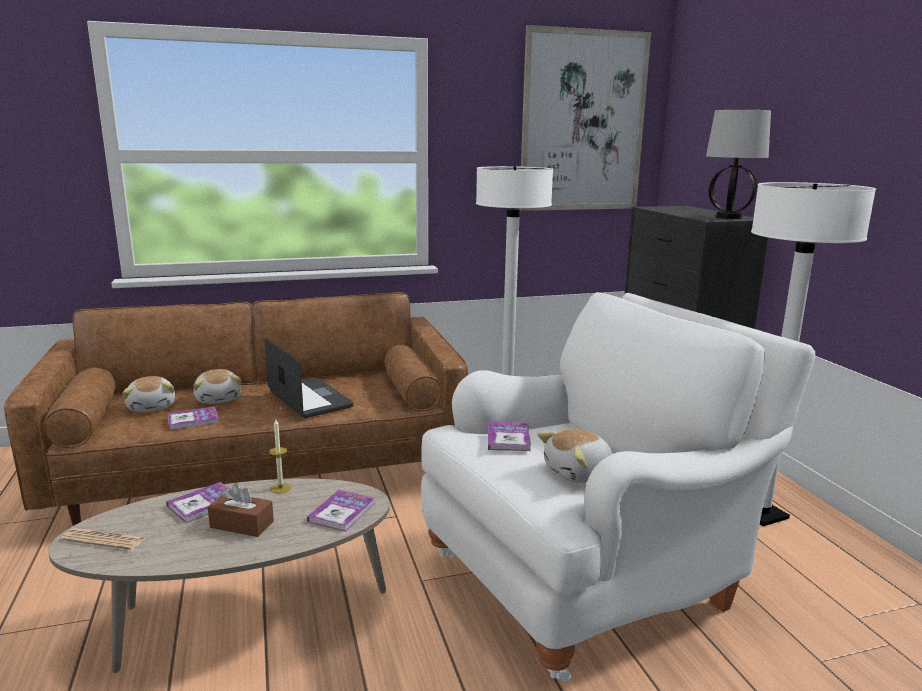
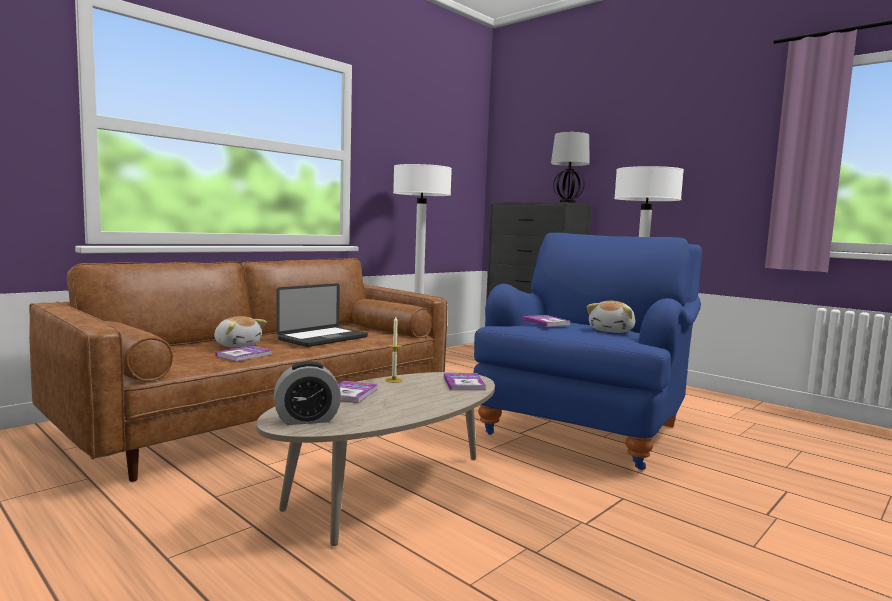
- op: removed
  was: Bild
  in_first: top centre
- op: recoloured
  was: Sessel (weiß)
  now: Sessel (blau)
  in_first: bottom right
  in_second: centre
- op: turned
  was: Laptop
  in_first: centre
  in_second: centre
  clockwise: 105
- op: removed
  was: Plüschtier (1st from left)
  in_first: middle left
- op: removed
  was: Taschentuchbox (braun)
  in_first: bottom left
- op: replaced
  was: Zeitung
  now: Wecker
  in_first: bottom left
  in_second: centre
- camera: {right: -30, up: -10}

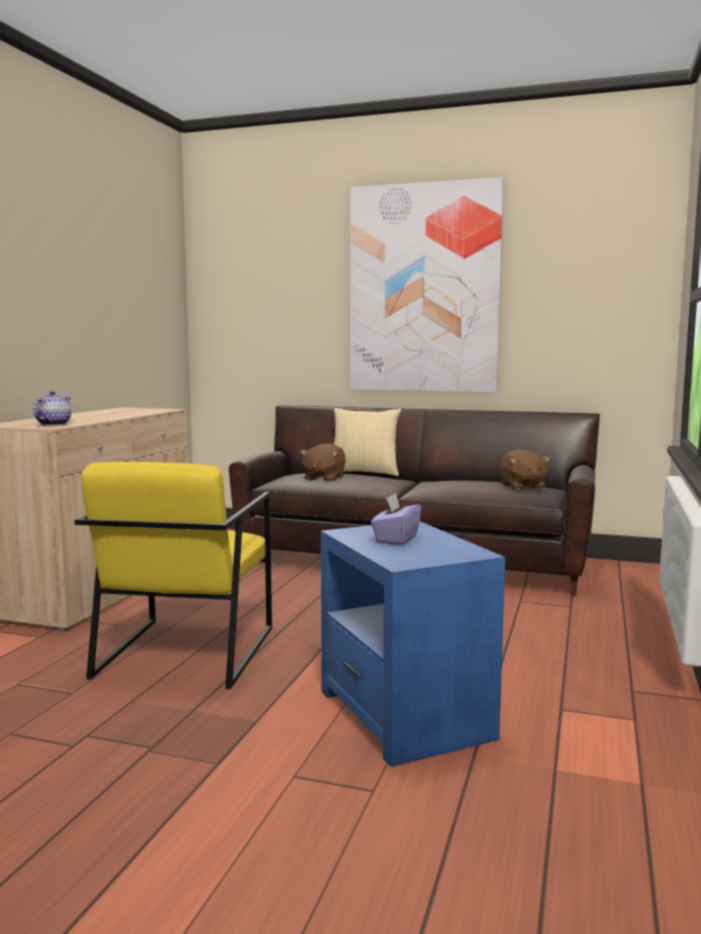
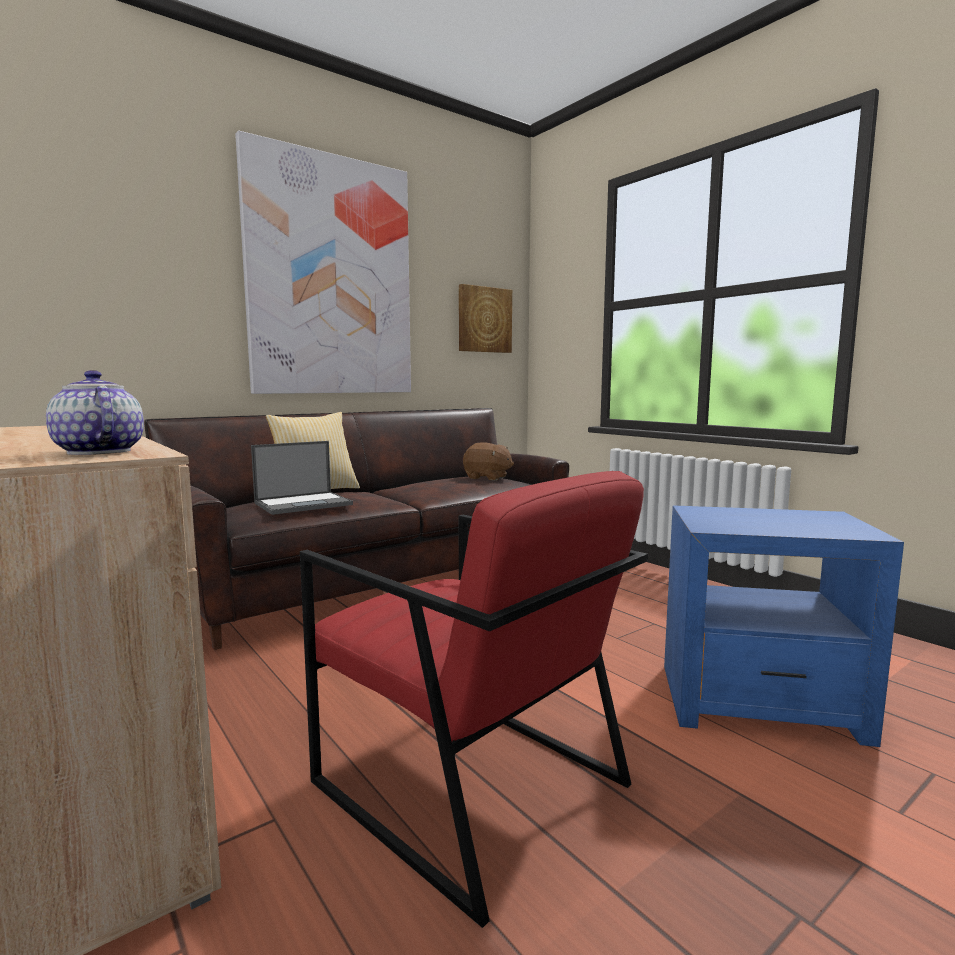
- op: replaced
  was: Plüschtier (braun) (1st from left)
  now: Laptop
  in_first: centre
  in_second: middle left
- op: recoloured
  was: Sessel (gelb)
  now: Sessel (rot)
  in_first: middle left
  in_second: bottom centre
- op: removed
  was: Taschentuchbox (lila)
  in_first: centre
- op: added
  now: Bild (2nd from left)
  in_second: top centre
- camera: {right: -55, up: 0}

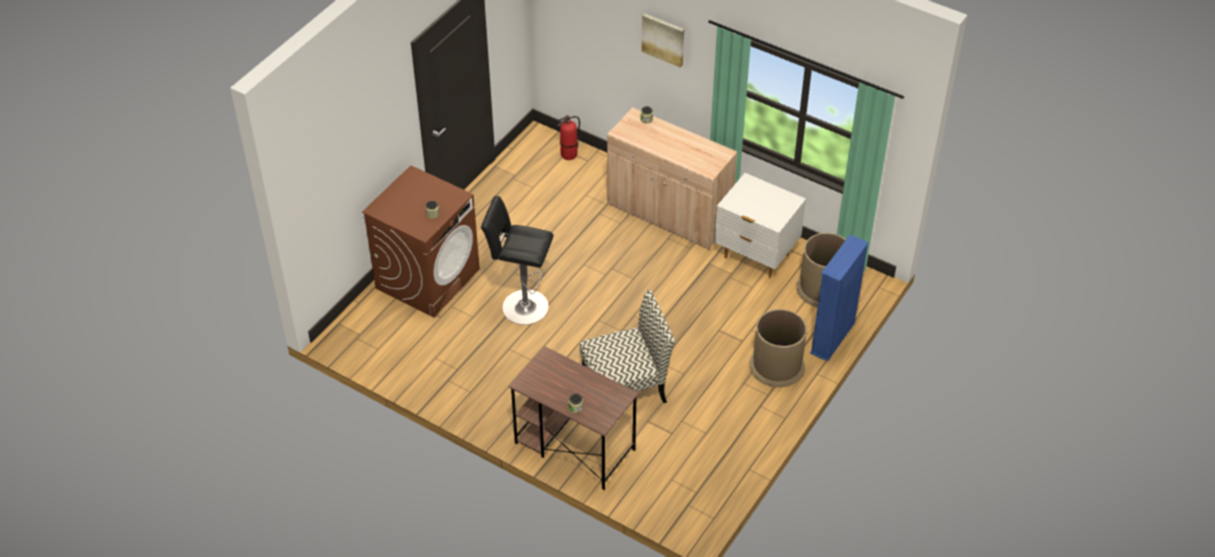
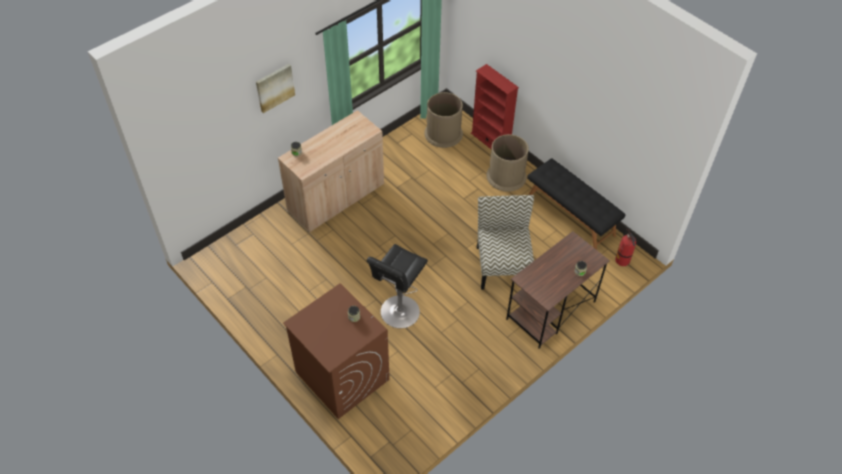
- op: moved
  was: Feuerlöscher
  in_first: top centre
  in_second: middle right
- op: removed
  was: Nachttisch (weiß)
  in_first: centre
- op: recoloured
  was: Bücherregal (blau)
  now: Bücherregal (rot)
  in_first: middle right
  in_second: top centre
- op: added
  now: Bank (schwarz)
  in_second: middle right
- camera: {right: -75, up: 5}

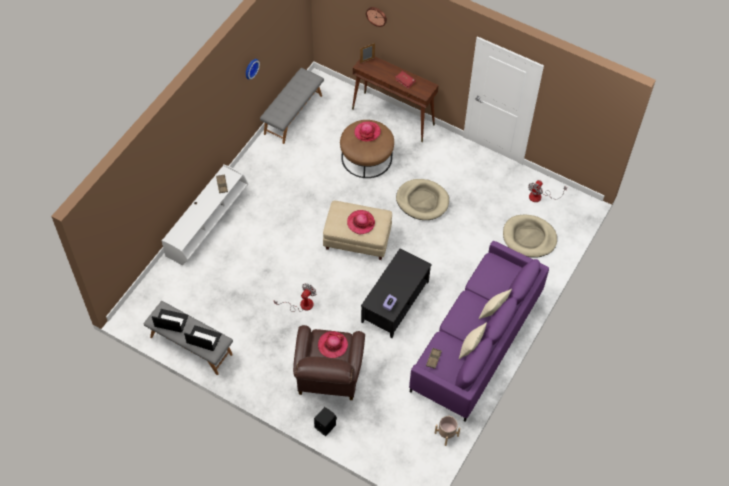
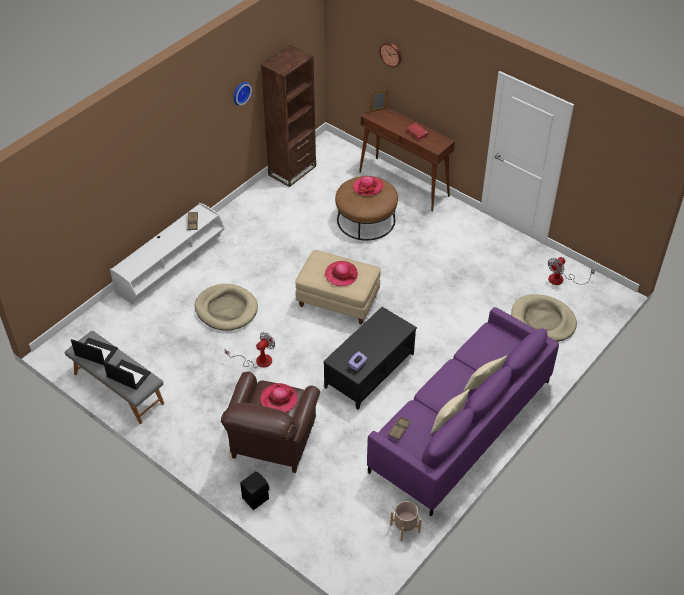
- op: replaced
  was: Bank (grau) (2nd from left)
  now: Bücherregal (braun)
  in_first: top centre
  in_second: top centre
- op: moved
  was: Hundebett (beige) (1st from left)
  in_first: centre
  in_second: middle left
- camera: {right: 10, up: -10}

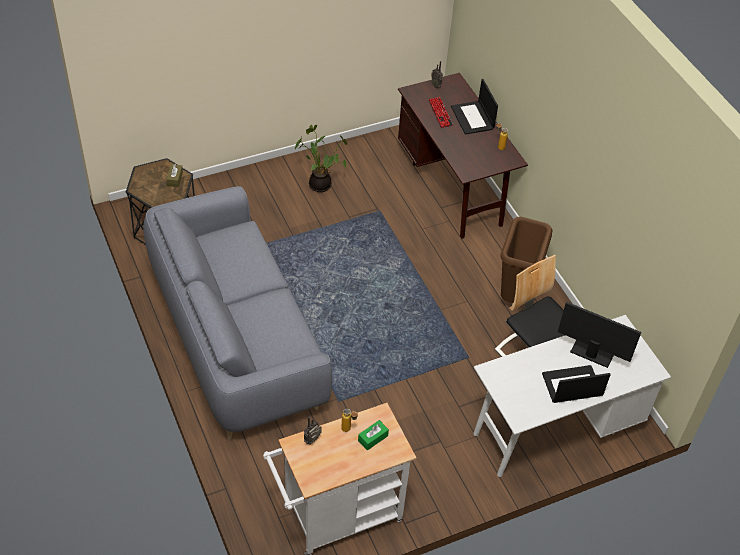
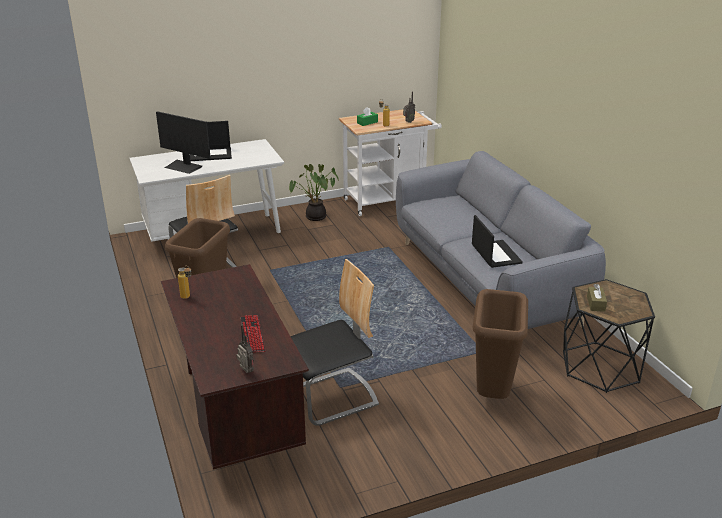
- op: moved
  was: Laptop (1st from left in the first image)
  now: Laptop (2nd from left)
  in_first: top centre
  in_second: middle right
- op: moved
  was: Topfpflanze
  in_first: top centre
  in_second: centre
- op: added
  now: Stuhl (2nd from left)
  in_second: centre
- op: added
  now: Mülleimer (braun) (2nd from left)
  in_second: middle right
- camera: {right: -175, up: -20}

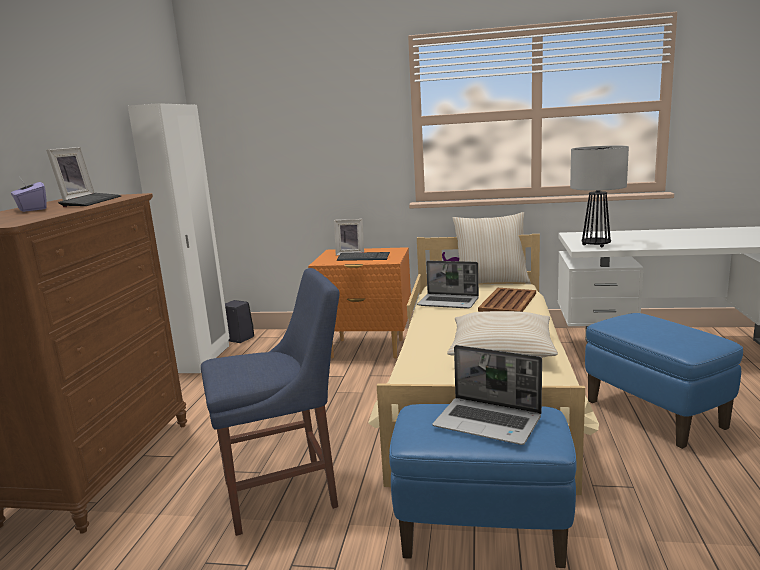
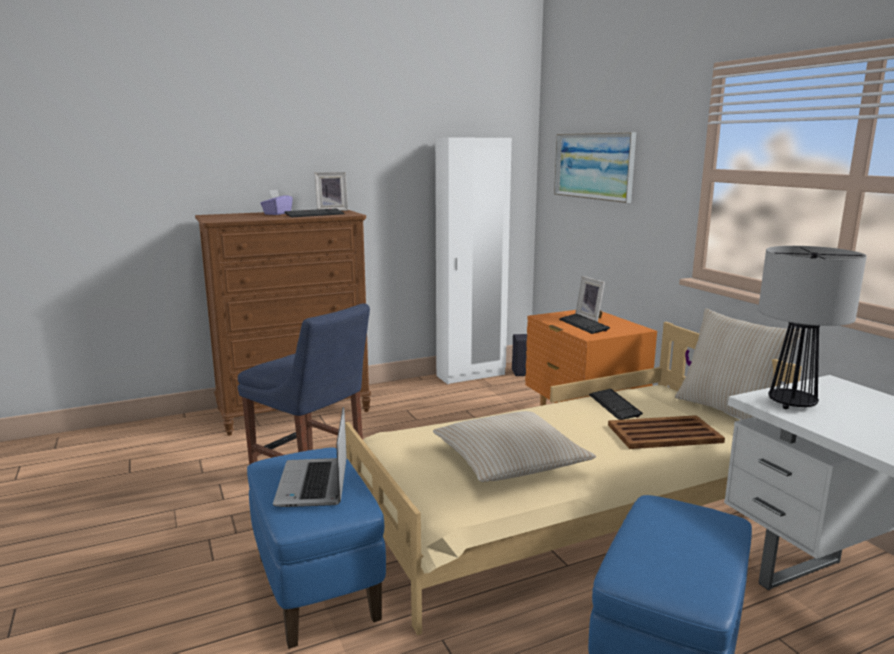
- op: replaced
  was: Laptop (1st from left)
  now: Tastatur (3rd from left)
  in_first: centre
  in_second: middle right
- op: added
  now: Bild
  in_second: top centre
- camera: {right: 55, up: 0}

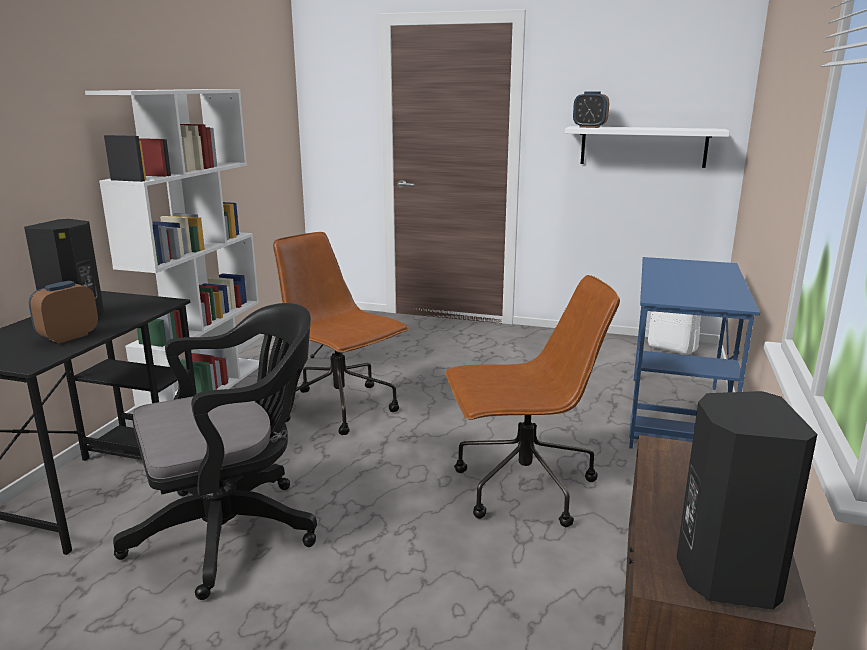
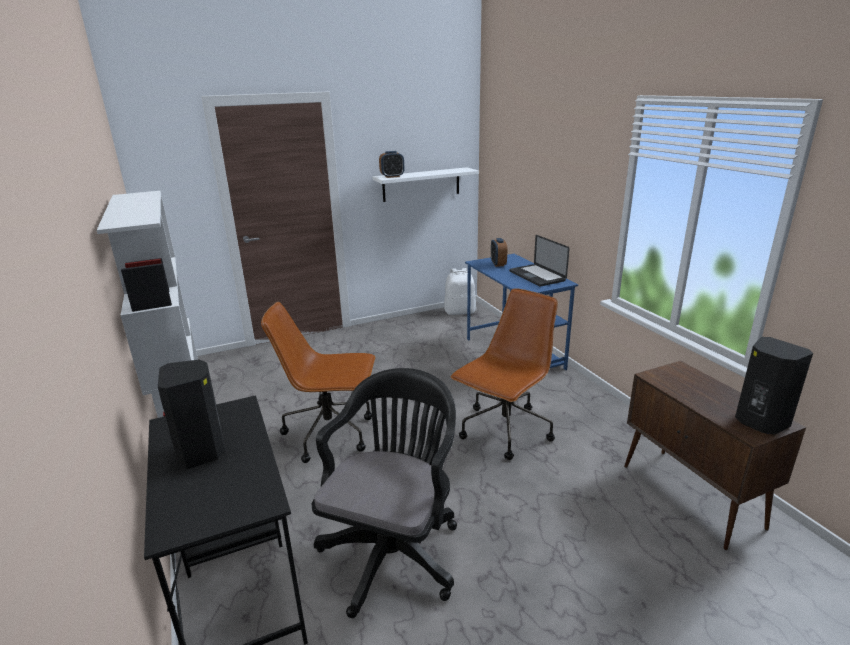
- op: moved
  was: Wecker (1st from left in the first image)
  now: Wecker (2nd from left)
  in_first: middle left
  in_second: centre
- op: added
  now: Laptop
  in_second: centre
- camera: {right: -40, up: 5}

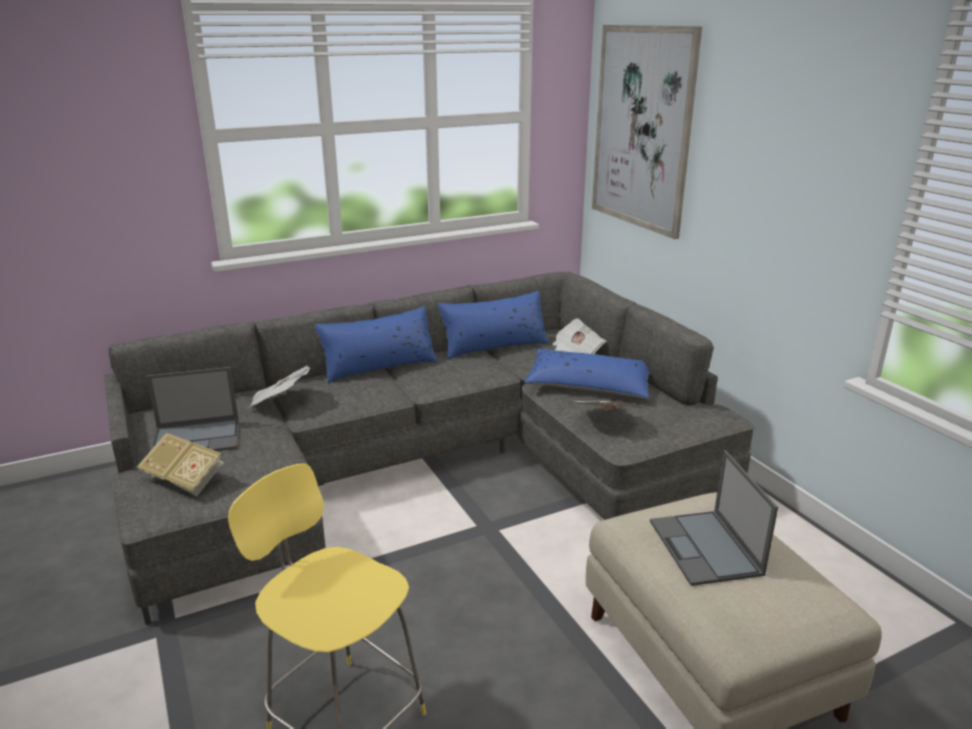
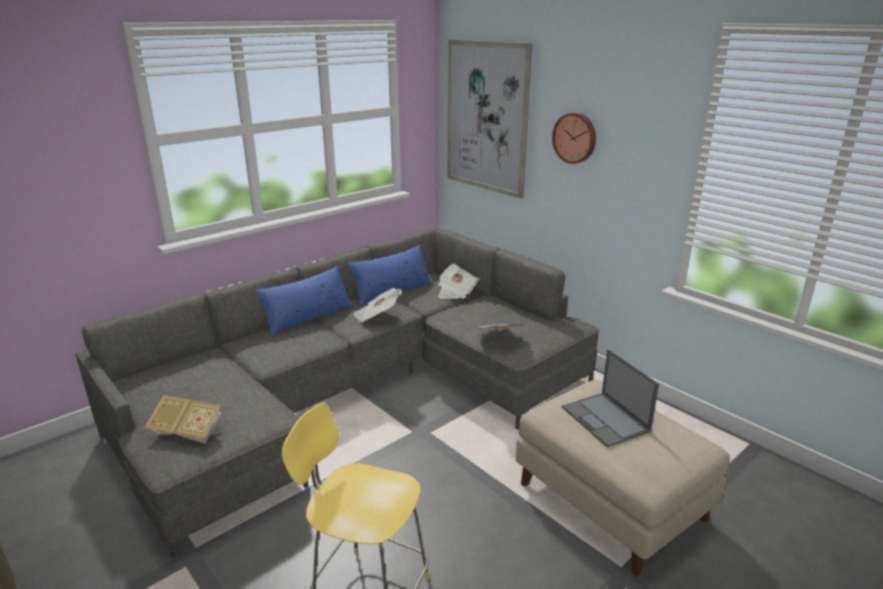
- op: removed
  was: Kissen (blau) (3rd from left)
  in_first: centre
- op: moved
  was: Zeitung (1st from left)
  in_first: middle left
  in_second: centre
- op: removed
  was: Laptop (1st from left)
  in_first: middle left
- op: added
  now: Wanduhr
  in_second: top centre
- camera: {right: -15, up: 0}

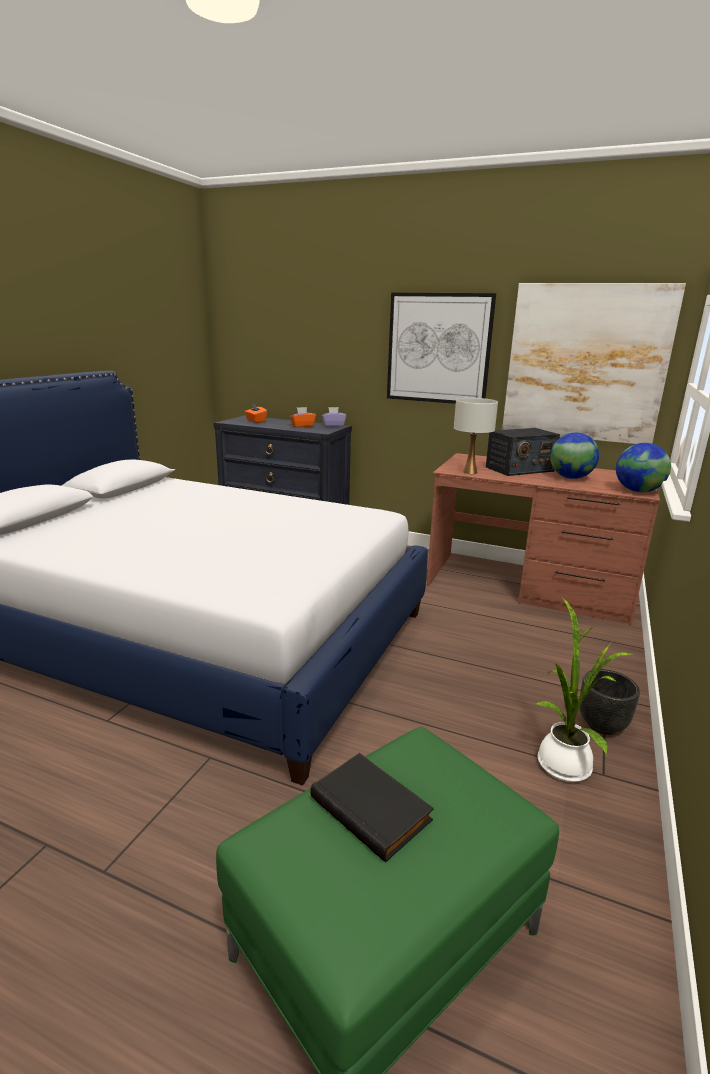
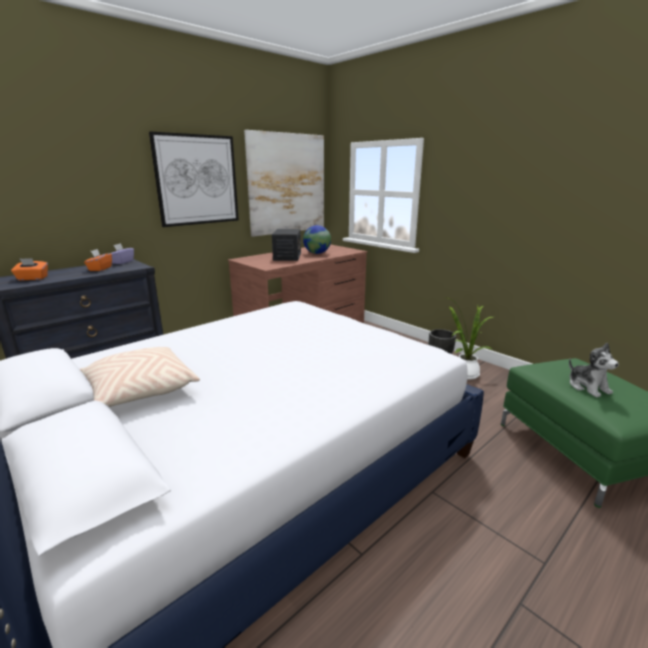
- op: removed
  was: Tischlampe (weiß)
  in_first: middle right
- op: removed
  was: Globus (2nd from left)
  in_first: middle right
- op: replaced
  was: Buch (schwarz)
  now: Plüschtier
  in_first: bottom centre
  in_second: middle right
- op: added
  now: Kissen (beige)
  in_second: middle left
- camera: {right: -65, up: 0}

